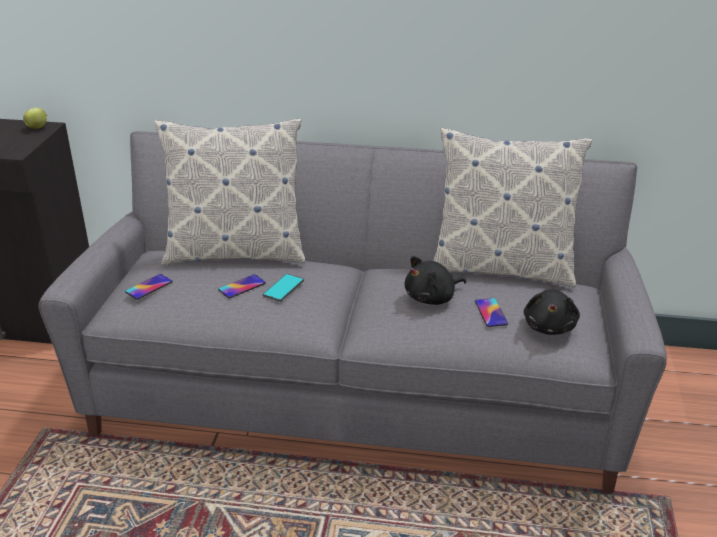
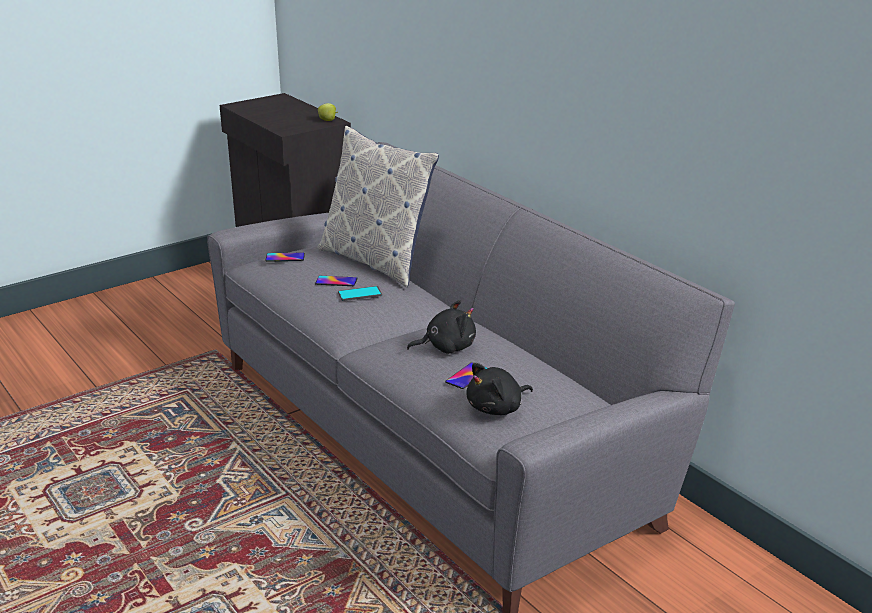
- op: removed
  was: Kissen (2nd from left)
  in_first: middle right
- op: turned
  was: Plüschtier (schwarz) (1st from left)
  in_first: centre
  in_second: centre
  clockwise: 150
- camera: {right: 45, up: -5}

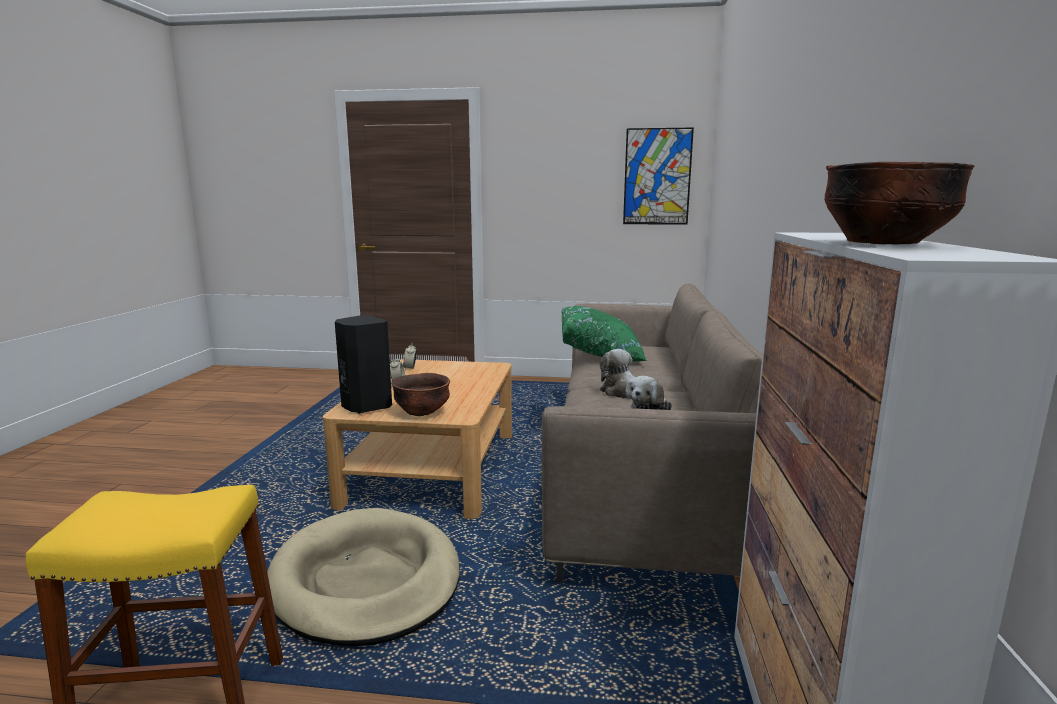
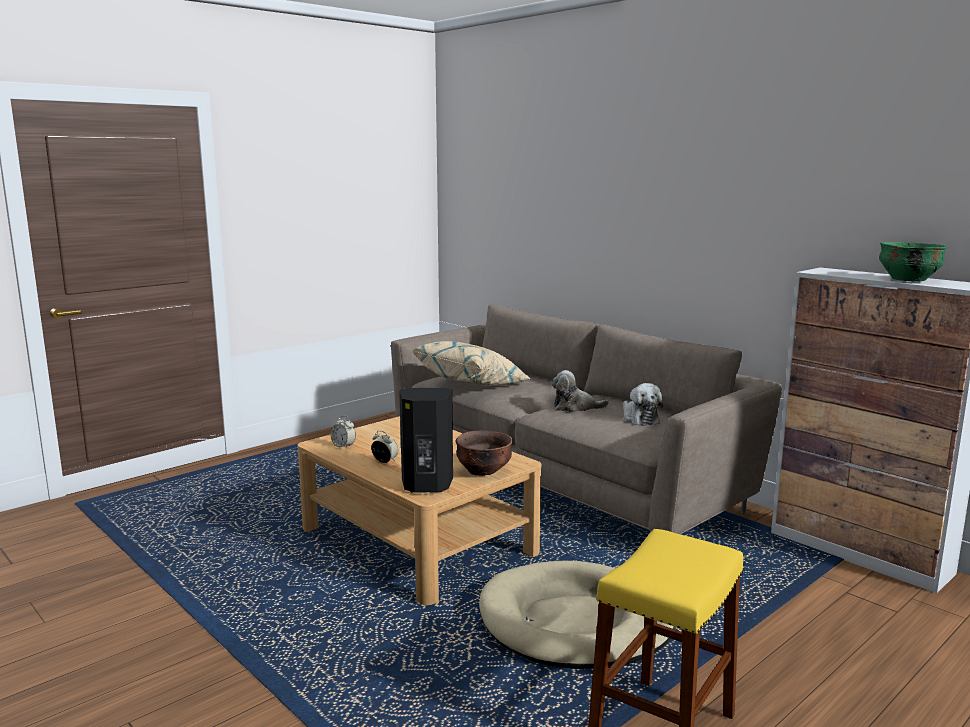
- op: removed
  was: Bild
  in_first: top centre
- op: recoloured
  was: Schüssel (braun) (2nd from left)
  now: Schüssel (grün)
  in_first: top right
  in_second: middle right
- op: recoloured
  was: Kissen (grün)
  now: Kissen (beige)
  in_first: centre
  in_second: centre
- camera: {right: -50, up: 0}

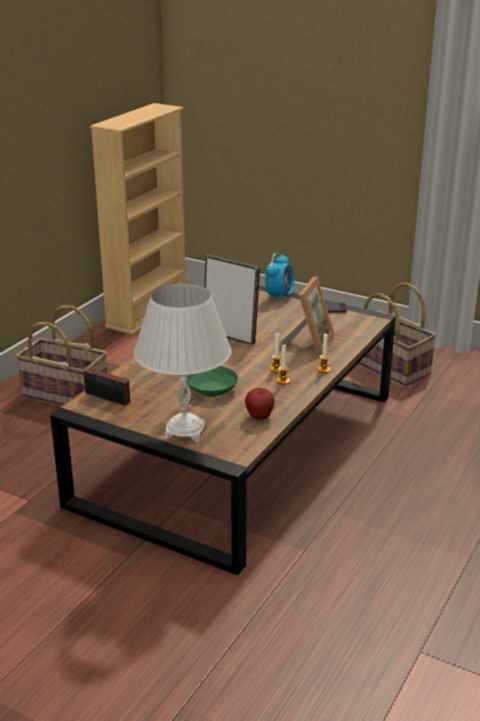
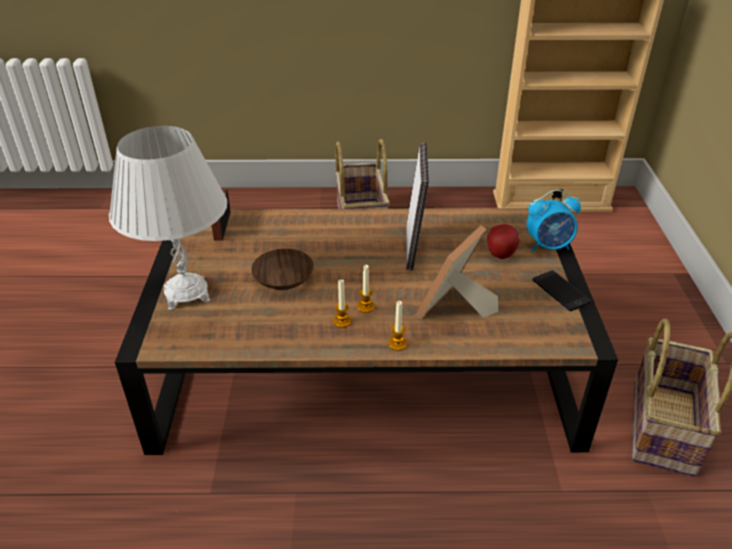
- op: turned
  was: Bilderrahmen (2nd from left)
  in_first: centre
  in_second: centre
  clockwise: 135
- op: recoloured
  was: Schüssel (grün)
  now: Schüssel (braun)
  in_first: centre
  in_second: centre
- op: moved
  was: Apfel
  in_first: centre
  in_second: middle right
- camera: {right: 60, up: 10}

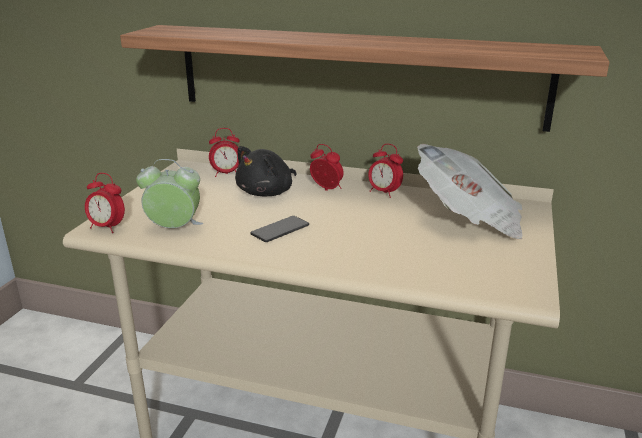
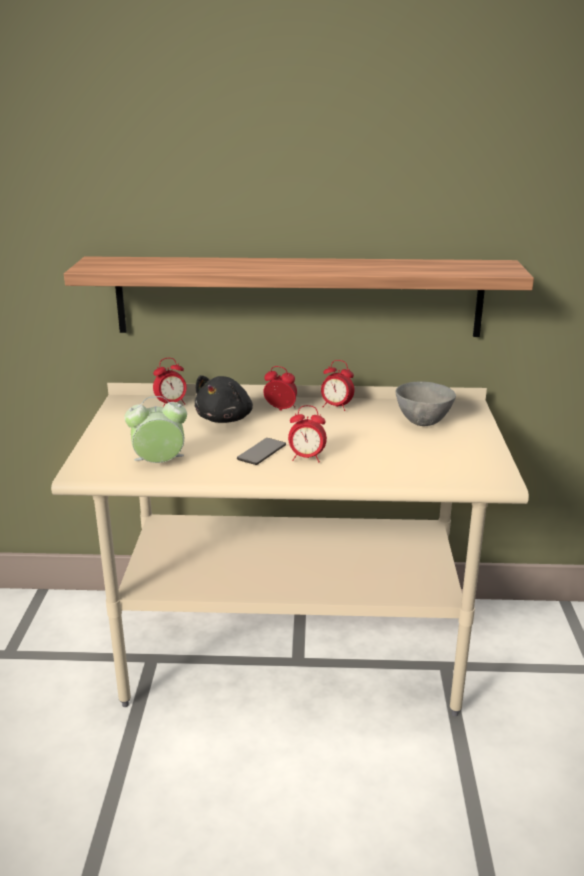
- op: replaced
  was: Zeitung
  now: Schüssel (grau)
  in_first: middle right
  in_second: middle right
- op: moved
  was: Wecker (1st from left in the first image)
  now: Wecker (4th from left)
  in_first: middle left
  in_second: centre
- camera: {right: -15, up: 0}

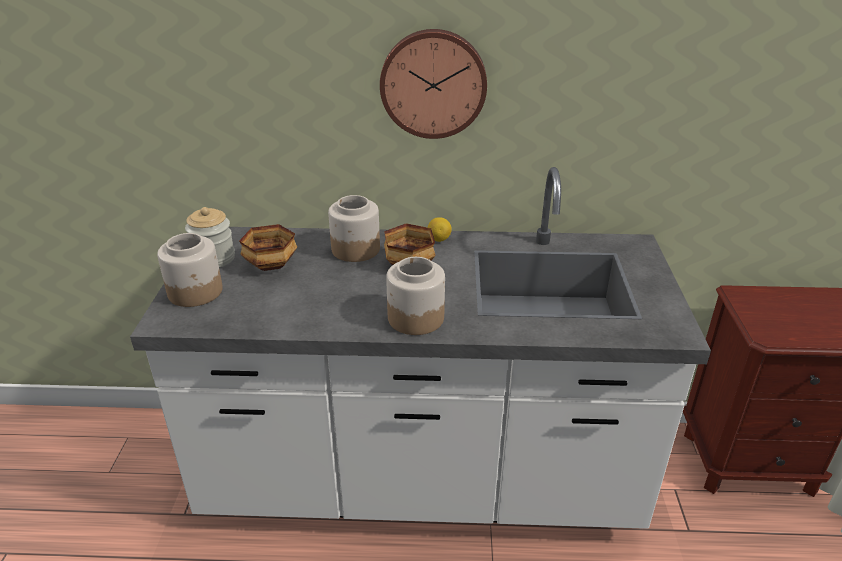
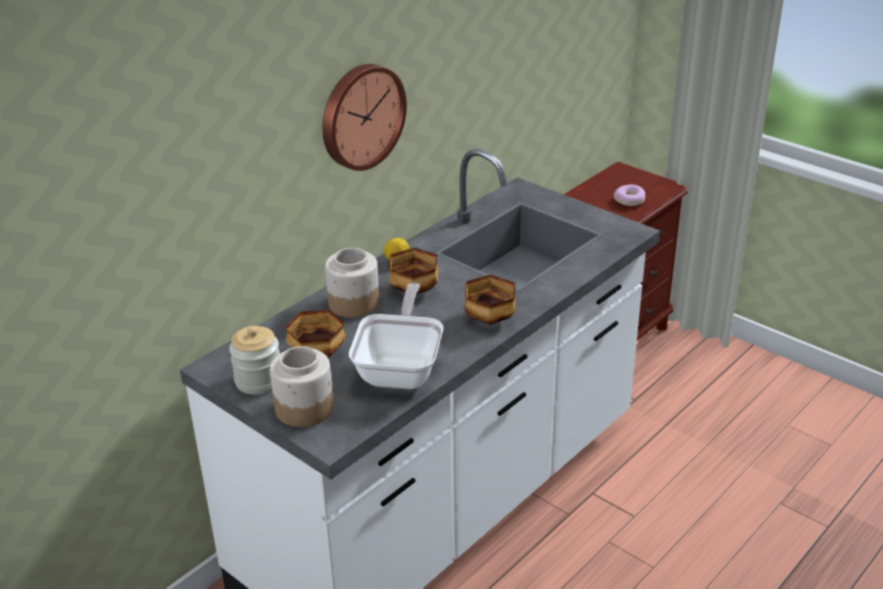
- op: replaced
  was: Vorratsglas (4th from left)
  now: Schüssel (3rd from left)
  in_first: centre
  in_second: centre
- op: added
  now: Donut
  in_second: top right
- op: added
  now: Pfanne
  in_second: centre
- camera: {right: -50, up: 0}

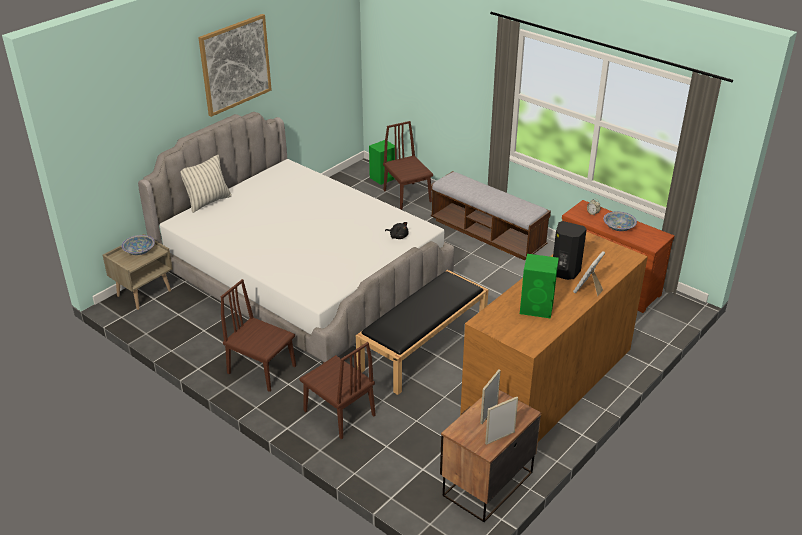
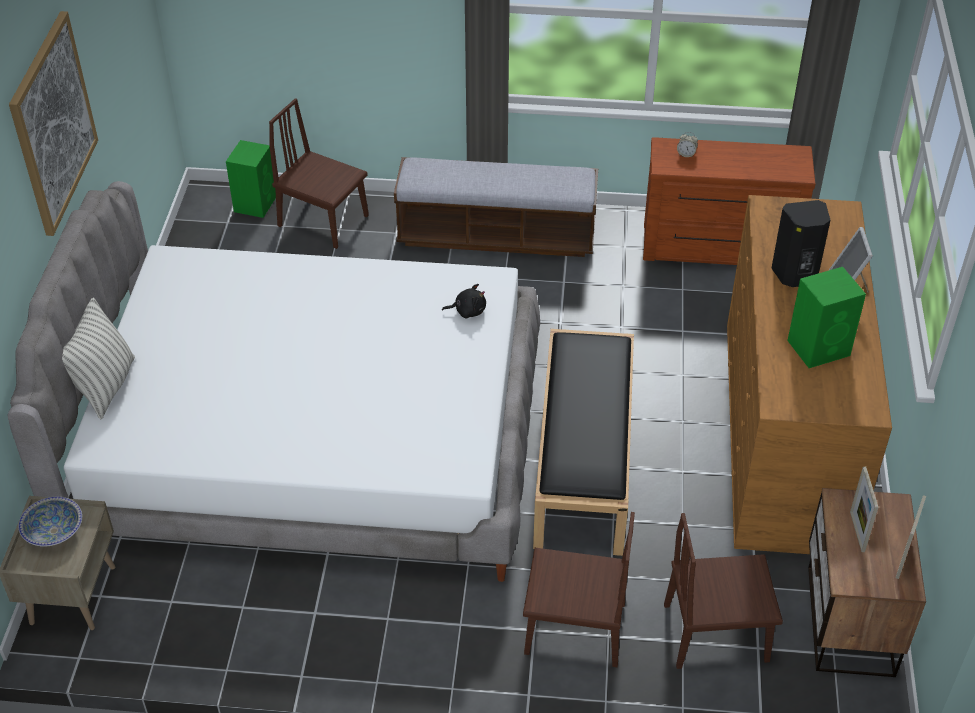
- op: removed
  was: Schüssel (2nd from left)
  in_first: middle right
- op: moved
  was: Stuhl (braun) (1st from left in the first image)
  now: Stuhl (braun) (3rd from left)
  in_first: middle left
  in_second: bottom right
- camera: {right: -35, up: 10}

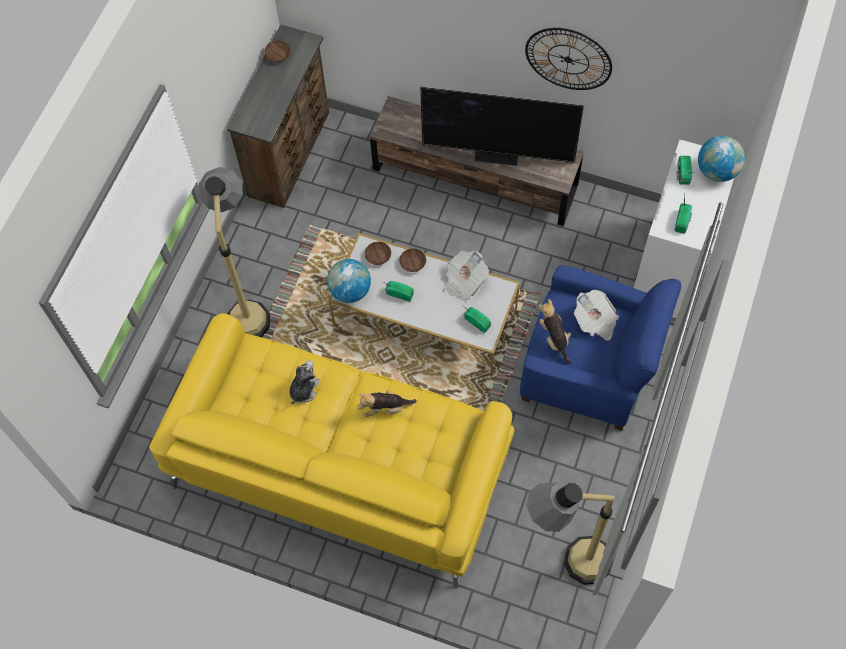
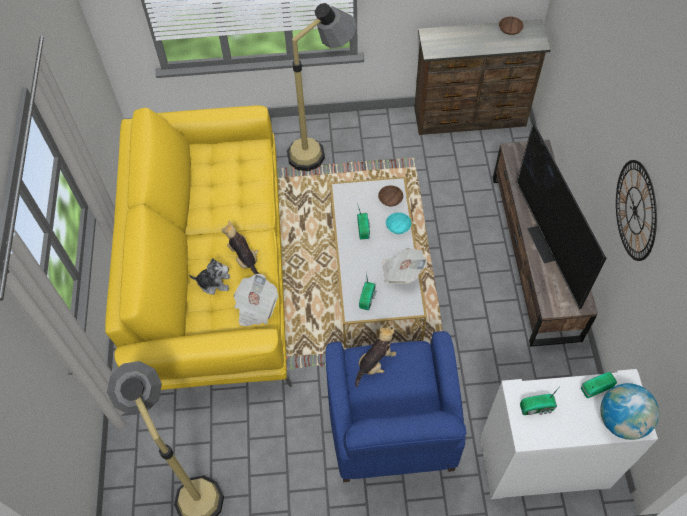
- op: recoloured
  was: Schüssel (braun) (3rd from left)
  now: Schüssel (türkis)
  in_first: centre
  in_second: centre
- op: removed
  was: Globus (1st from left)
  in_first: centre
- op: moved
  was: Zeitung (2nd from left in the first image)
  now: Zeitung (1st from left)
  in_first: middle right
  in_second: centre
- op: moved
  was: Plüschtier (1st from left)
  in_first: centre
  in_second: middle left
- camera: {right: 65, up: -5}

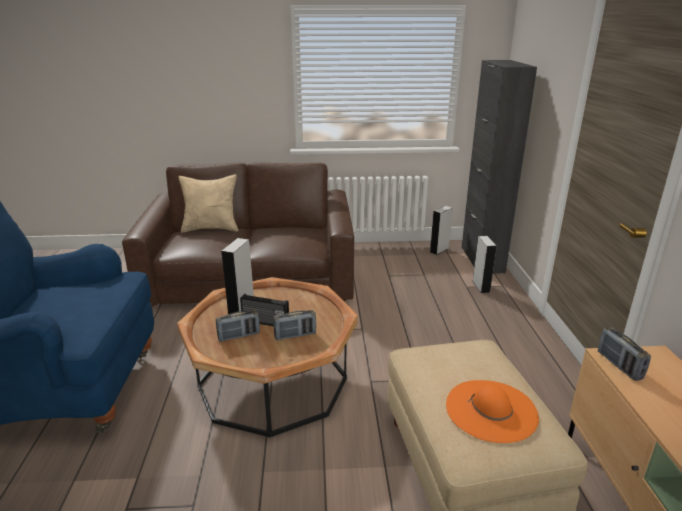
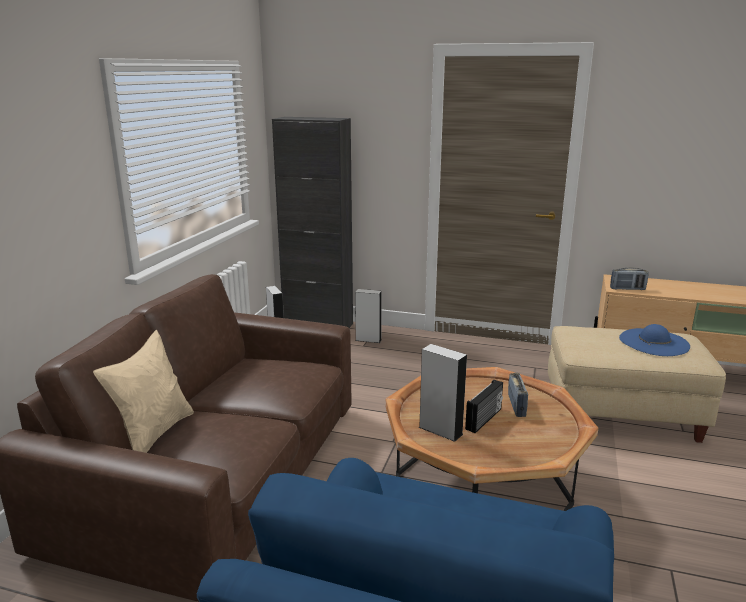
- op: removed
  was: Radio (1st from left)
  in_first: centre
- op: recoloured
  was: Hut (orange)
  now: Hut (blau)
  in_first: bottom right
  in_second: middle right
- camera: {right: -70, up: -5}

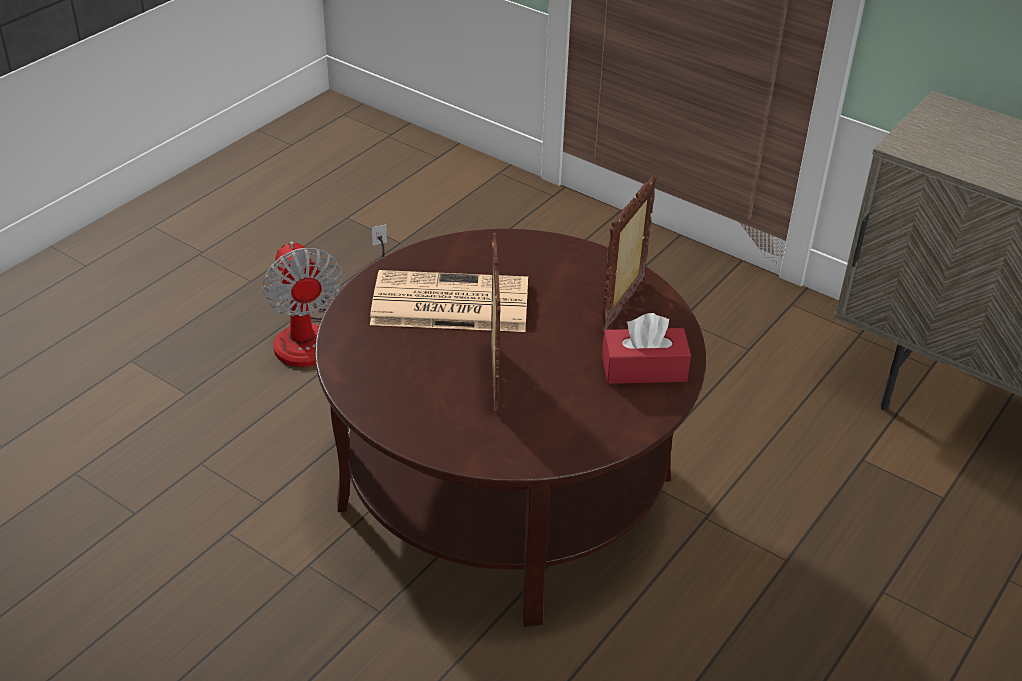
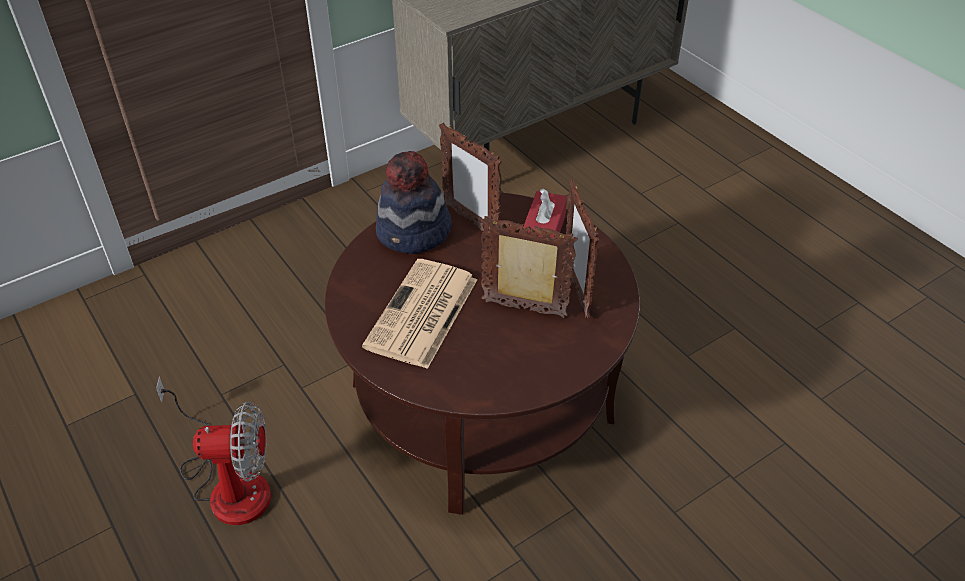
- op: added
  now: Hut
  in_second: centre
- op: added
  now: Bilderrahmen (3rd from left)
  in_second: centre
- camera: {right: -70, up: 5}

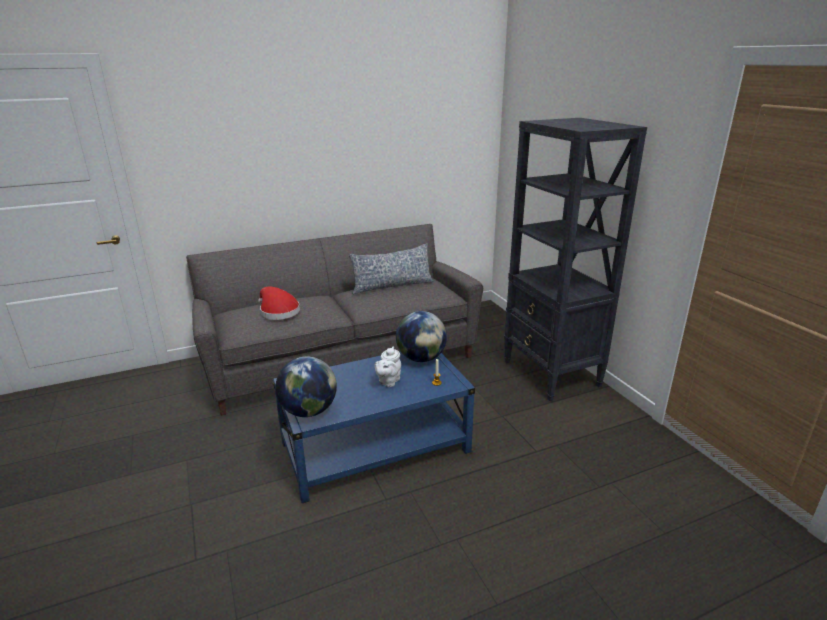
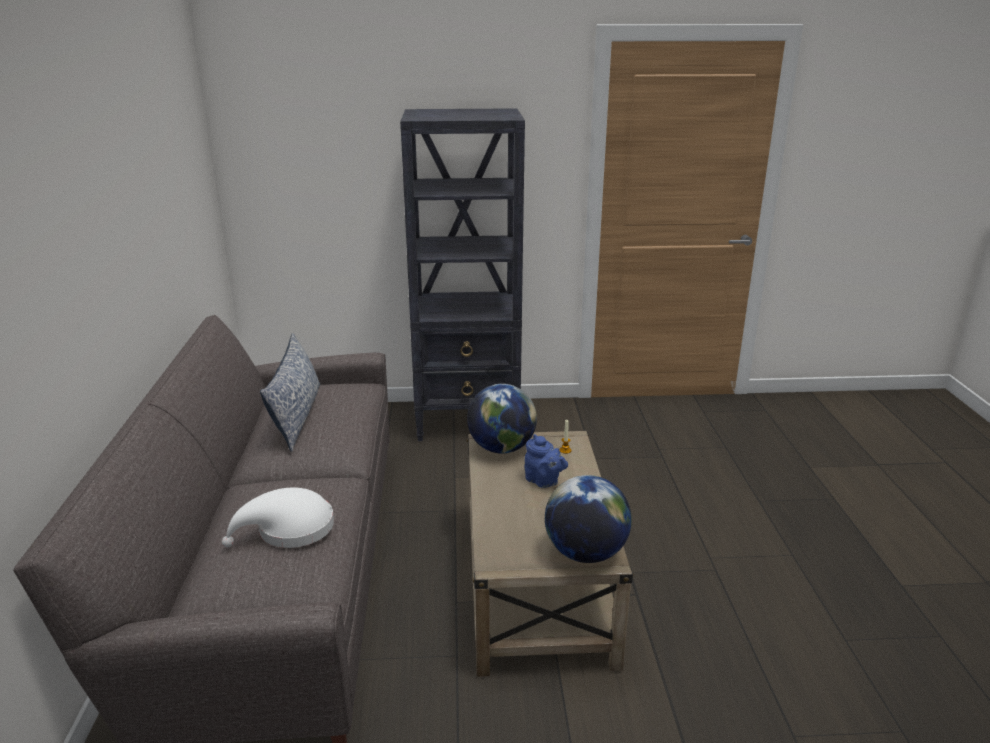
- op: recoloured
  was: Hut (rot)
  now: Hut (weiß)
  in_first: centre
  in_second: bottom left
- op: recoloured
  was: Teekanne (weiß)
  now: Teekanne (blau)
  in_first: centre
  in_second: centre
- op: recoloured
  was: Couchtisch (blau)
  now: Couchtisch (beige)
  in_first: bottom centre
  in_second: bottom centre
- camera: {right: -70, up: 0}

